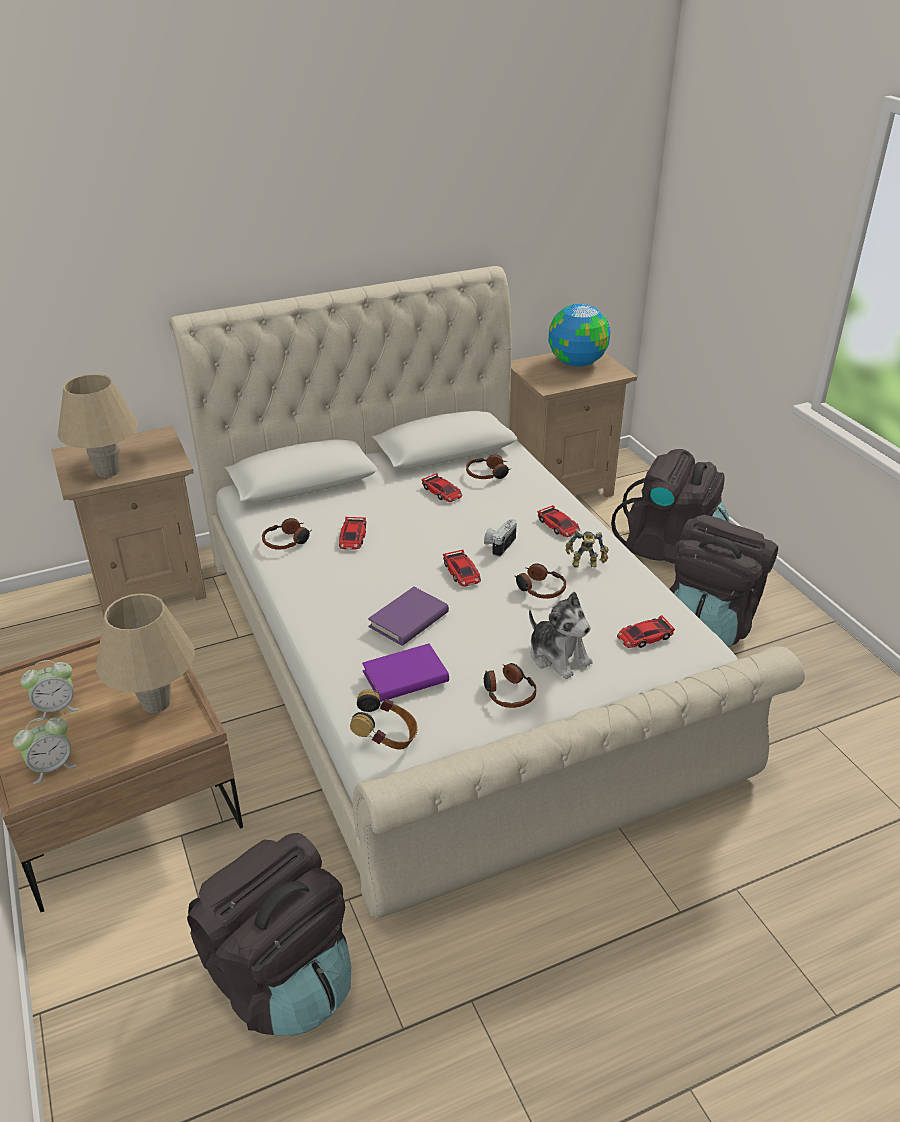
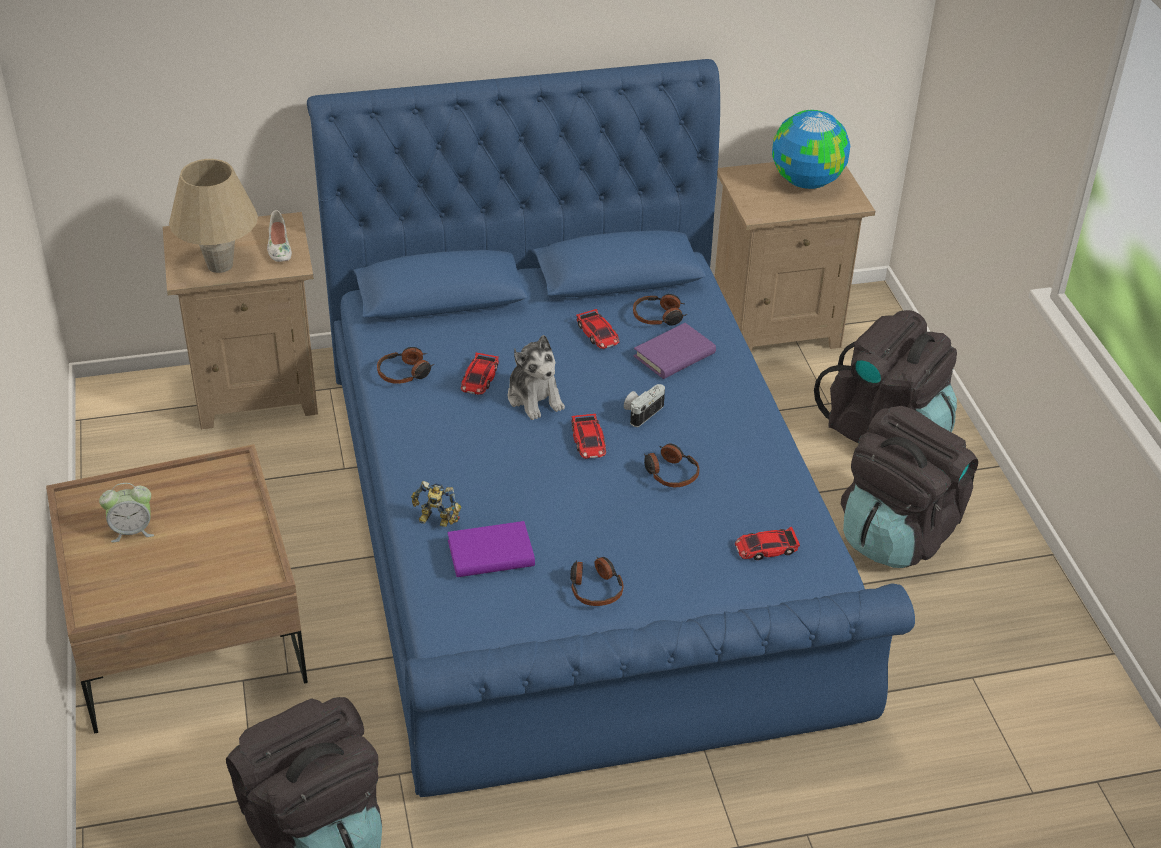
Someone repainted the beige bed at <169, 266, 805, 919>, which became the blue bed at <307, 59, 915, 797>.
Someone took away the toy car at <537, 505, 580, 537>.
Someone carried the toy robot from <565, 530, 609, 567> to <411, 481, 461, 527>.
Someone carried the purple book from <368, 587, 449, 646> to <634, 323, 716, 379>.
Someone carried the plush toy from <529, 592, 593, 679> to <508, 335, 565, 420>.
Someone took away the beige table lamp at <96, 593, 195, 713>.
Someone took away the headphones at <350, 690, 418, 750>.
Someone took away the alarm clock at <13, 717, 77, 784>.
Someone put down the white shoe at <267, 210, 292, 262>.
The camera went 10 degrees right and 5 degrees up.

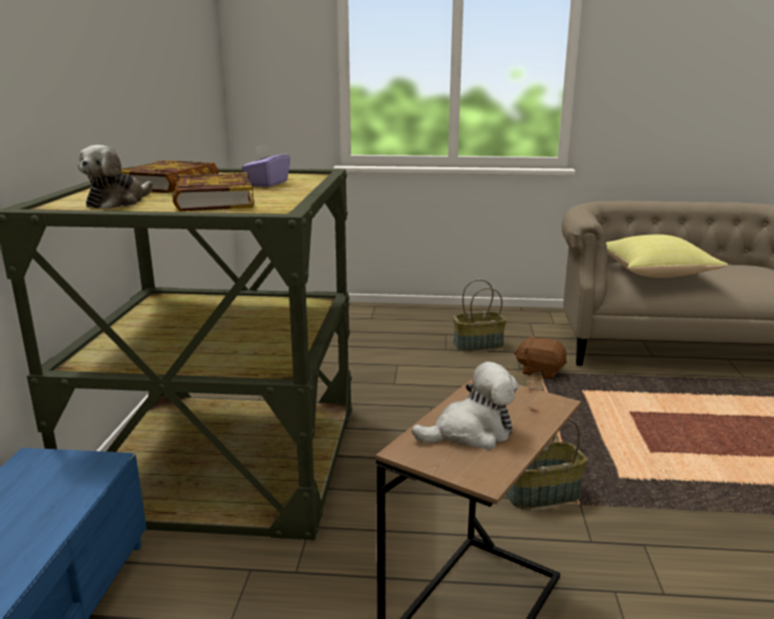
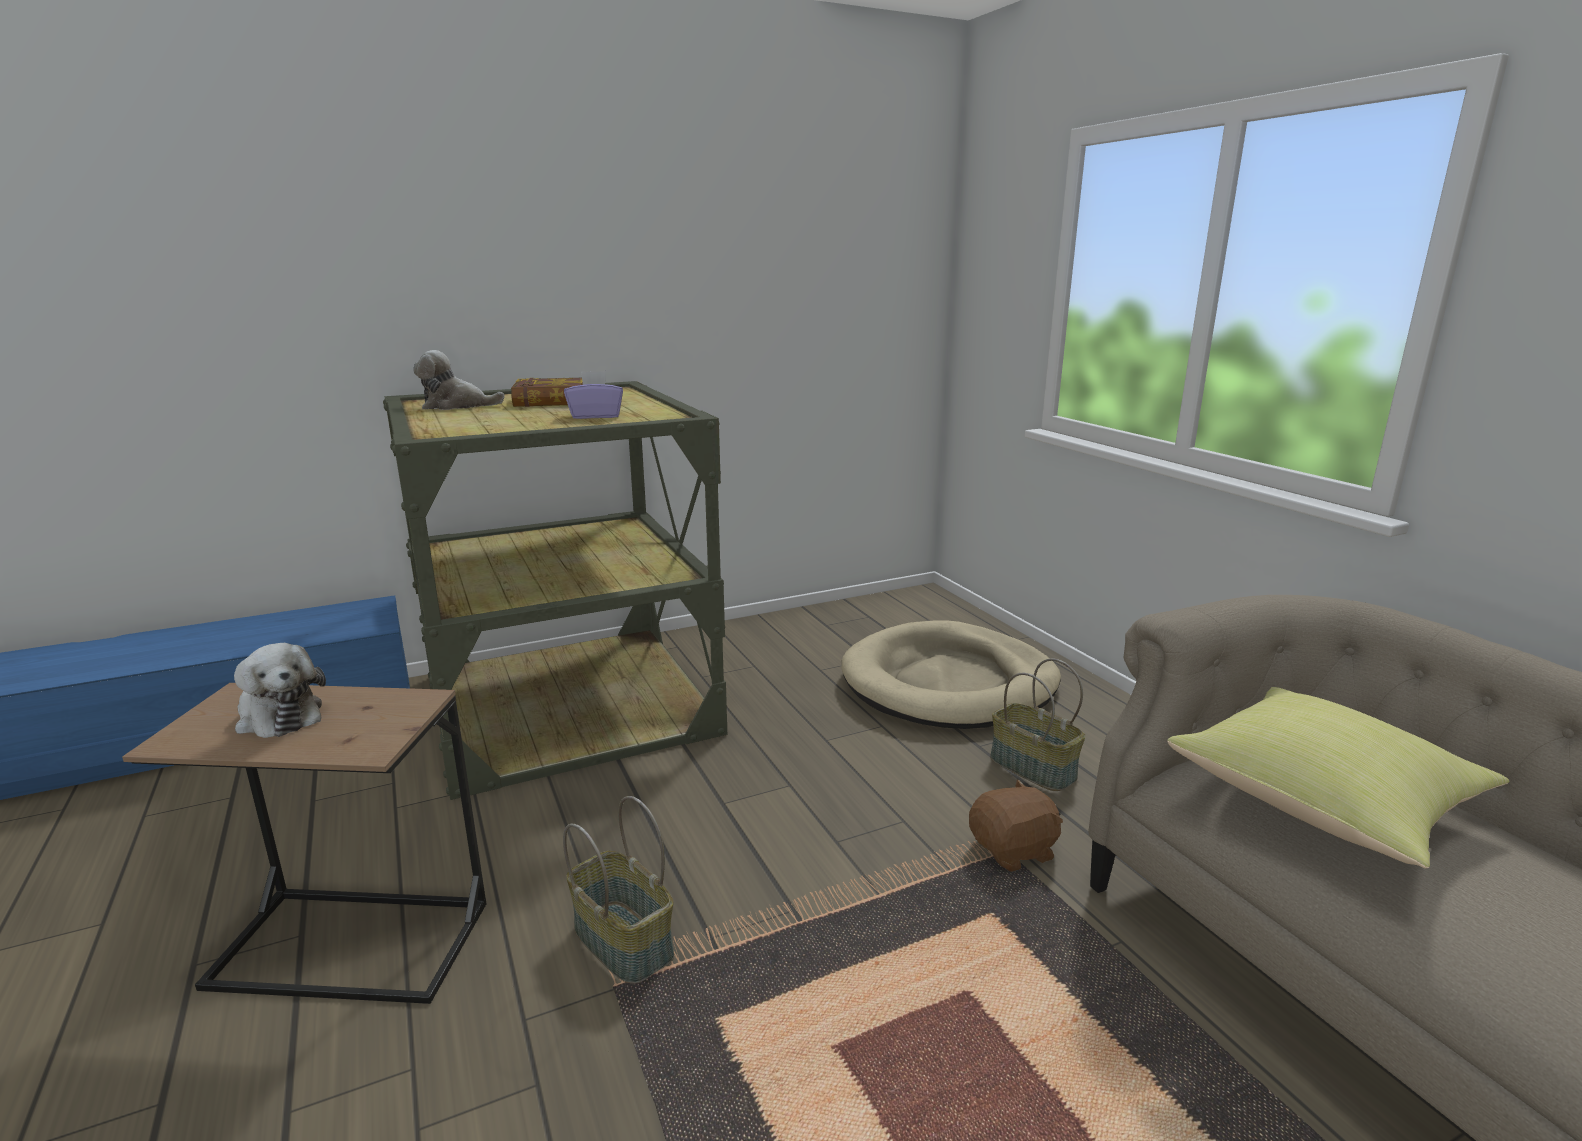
Someone took away the book at <172, 173, 254, 211>.
Someone rotated the brown plush toy at <514, 335, 567, 379> by 75 degrees clockwise.
Someone put down the beige dog bed at <841, 620, 1061, 729>.
The camera went 60 degrees right and 0 degrees up.

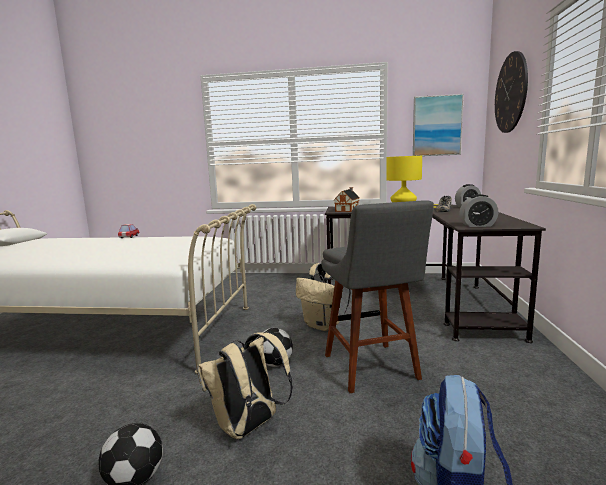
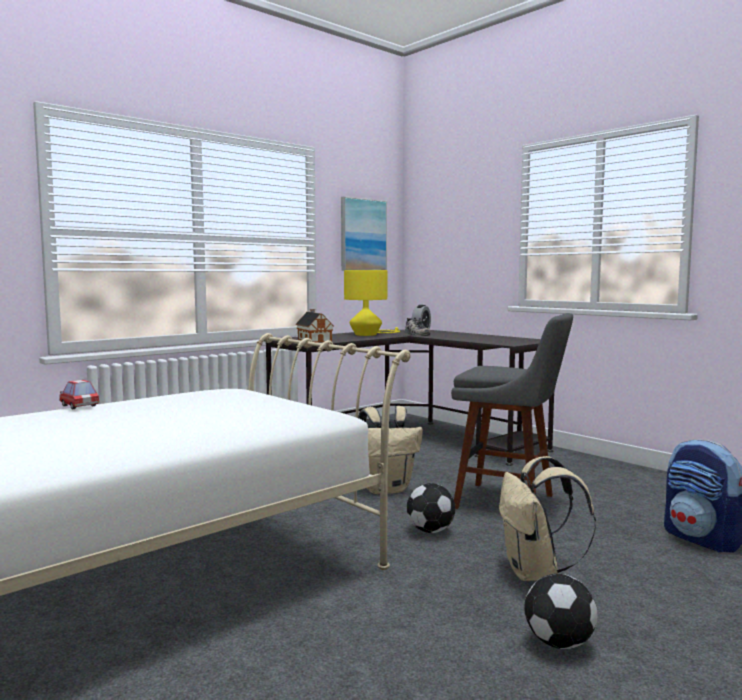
Someone took away the wall clock at <495, 51, 528, 133>.
Someone took away the alarm clock at <459, 194, 498, 227>.
The camera went 50 degrees left and 5 degrees down.

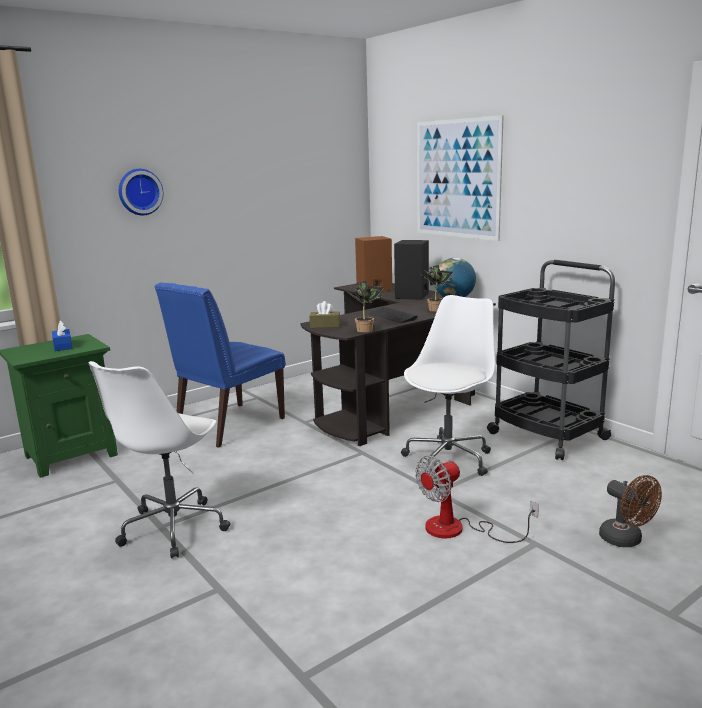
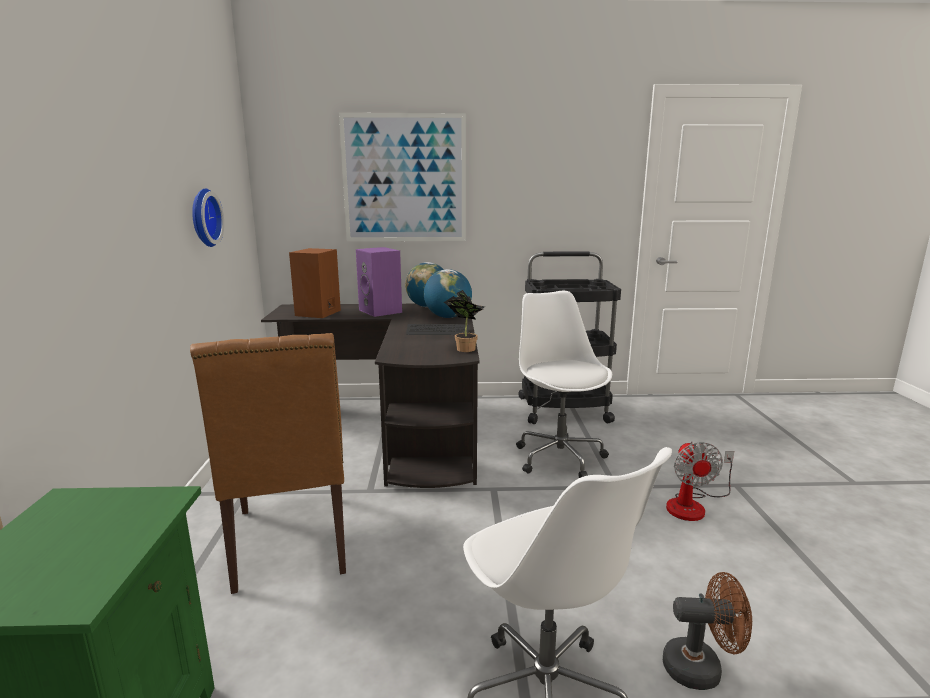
Someone carried the wall clock from <119, 169, 163, 216> to <192, 188, 224, 247>.
Someone repainted the black speaker at <394, 240, 429, 300>, which became the purple speaker at <356, 247, 402, 317>.
Someone swapped the potted plant at <421, 265, 453, 312> for the globe at <424, 269, 472, 318>.
Someone repainted the blue chair at <155, 282, 286, 448>, which became the brown chair at <190, 333, 346, 594>.
Someone took away the brown tissue box at <310, 301, 340, 328>.
Someone took away the blue tissue box at <52, 321, 73, 351>.
Someone carried the brown fan from <599, 475, 662, 547> to <663, 572, 752, 690>.
The camera went 55 degrees left and 0 degrees up.

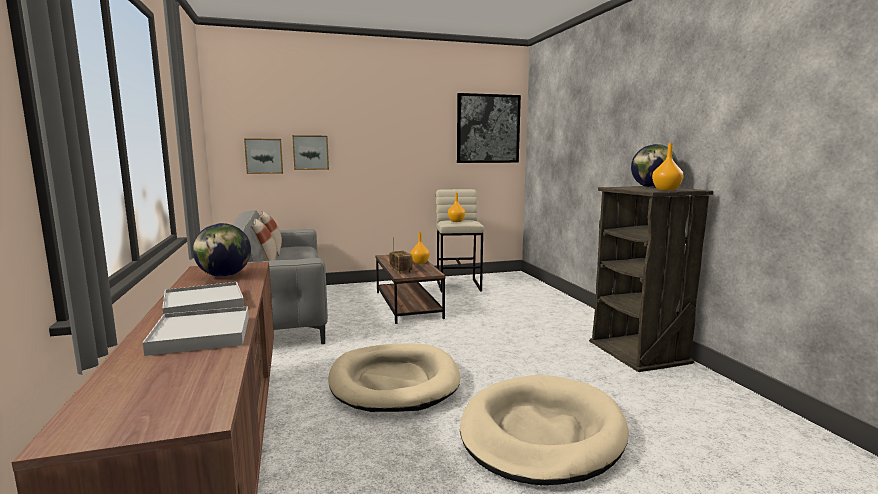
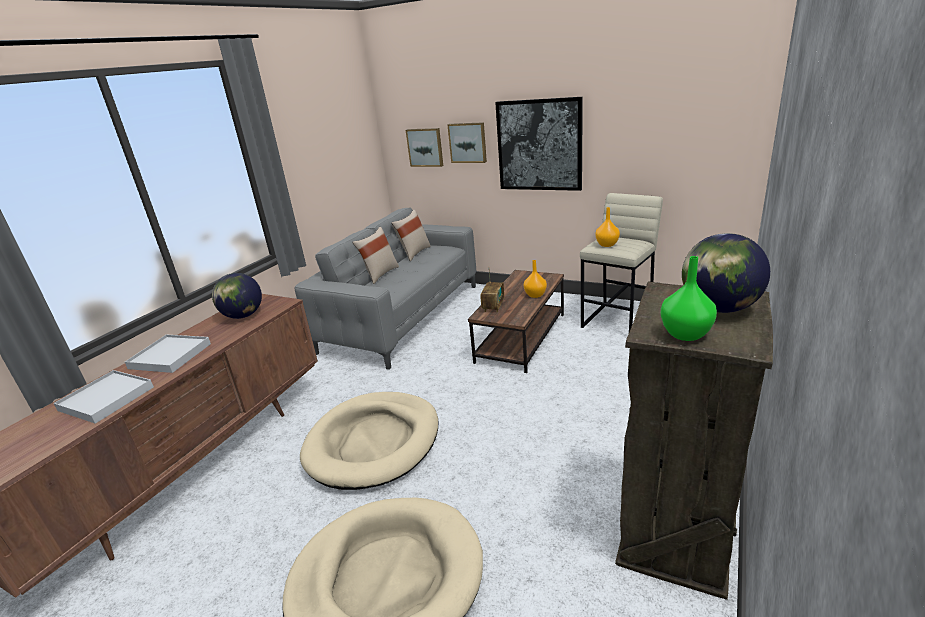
Someone carried the picture from <457, 93, 521, 163> to <495, 97, 583, 191>.
Someone repainted the orange vase at <652, 143, 684, 191>, which became the green vase at <661, 256, 717, 341>.
The camera went 45 degrees right and 15 degrees up.

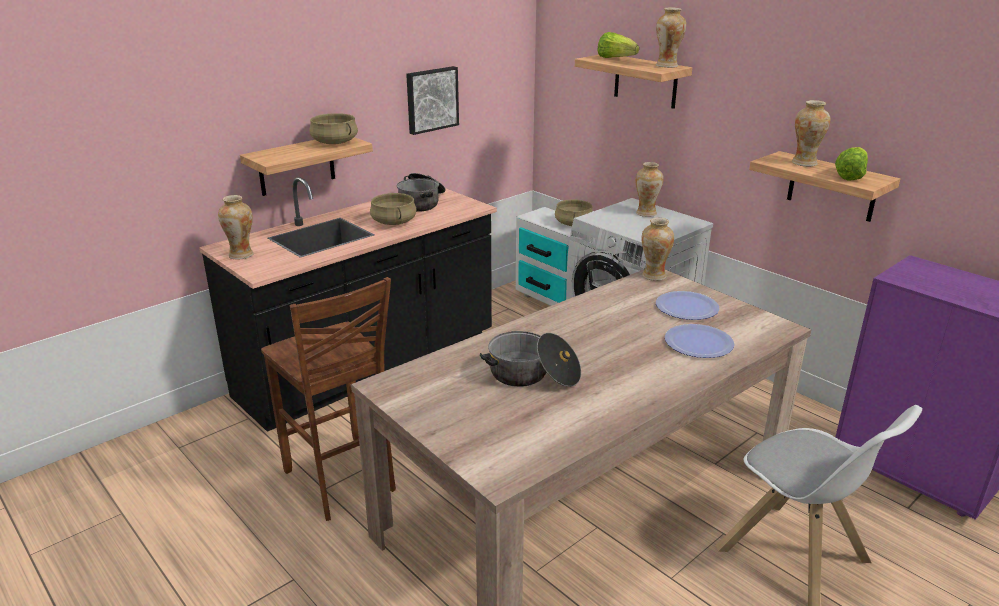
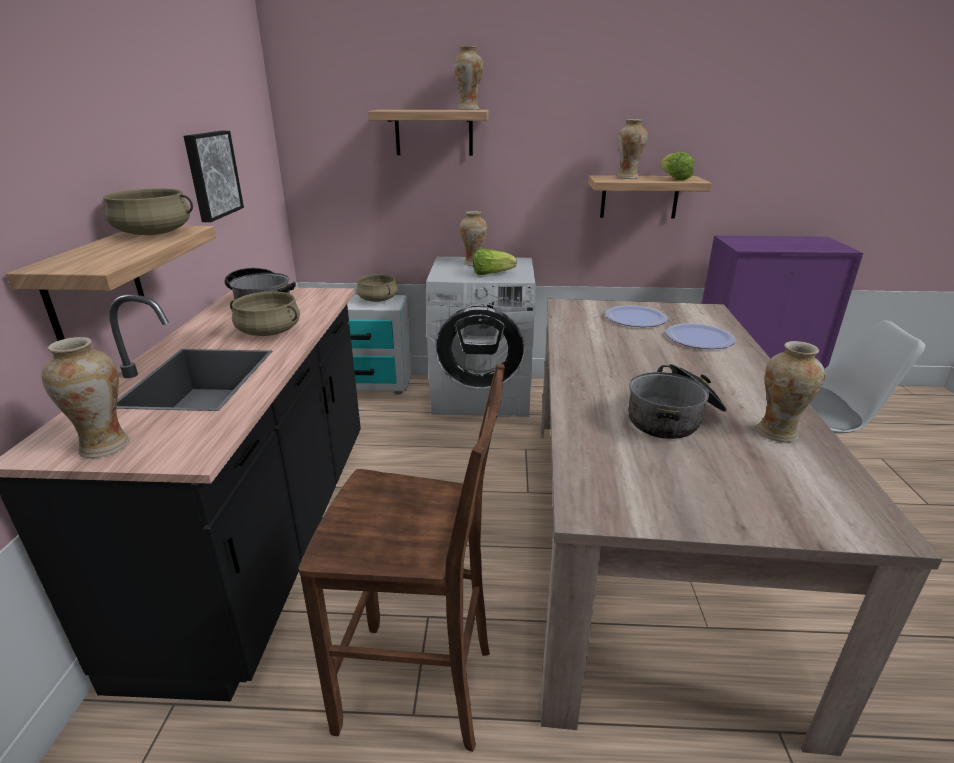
Someone carried the lettuce from <597, 32, 639, 58> to <473, 249, 517, 275>.
Someone carried the vase from <642, 218, 674, 281> to <757, 341, 825, 442>.
The camera went 45 degrees left and 0 degrees up.

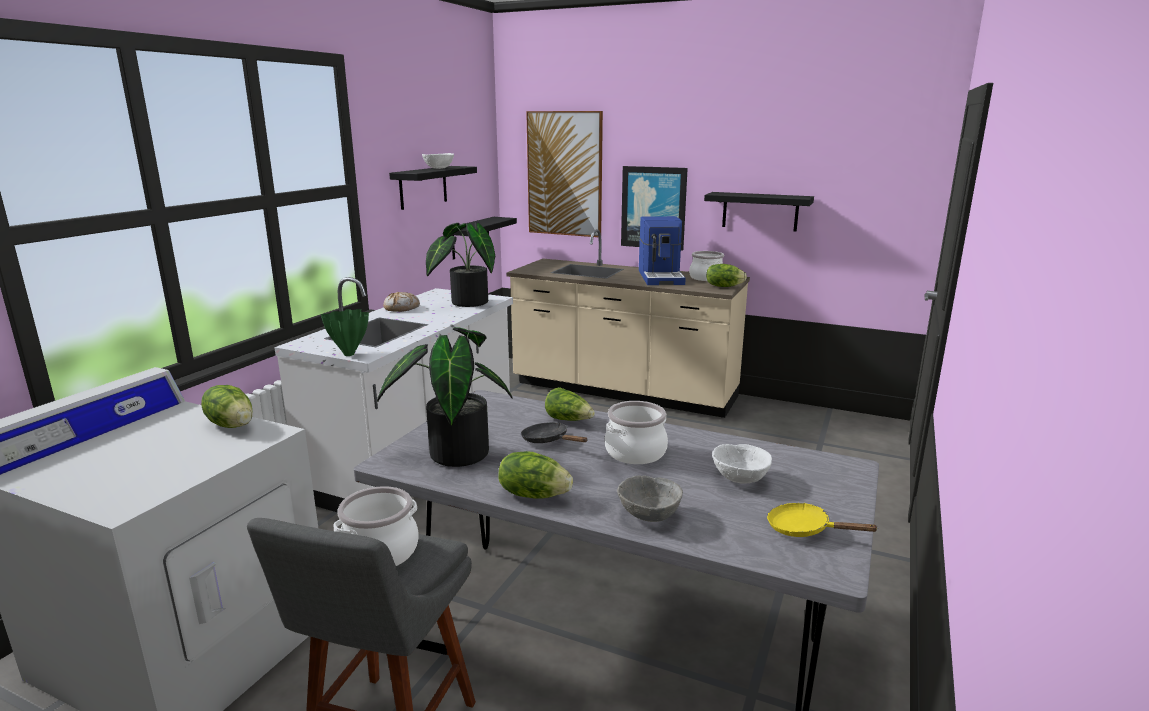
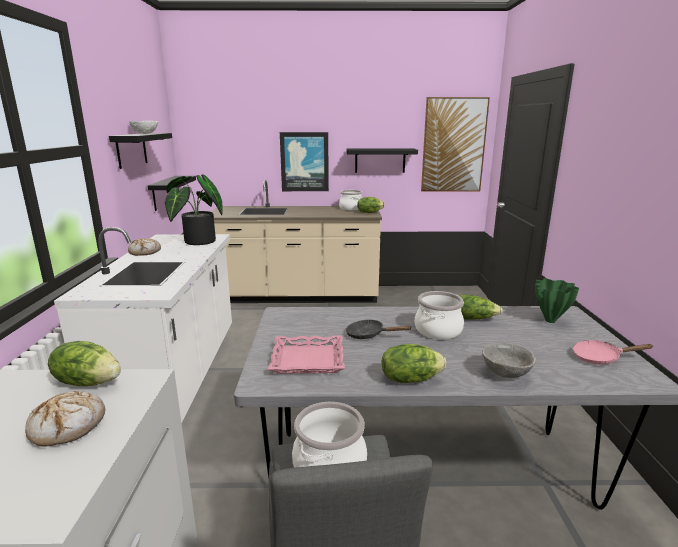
Someone carried the picture from <526, 111, 603, 237> to <421, 97, 490, 192>.
Someone took away the coffee machine at <639, 216, 686, 285>.
Someone carried the green vase from <321, 309, 369, 356> to <535, 278, 579, 323>.
Someone swapped the potted plant at <377, 327, 513, 467> for the pink tray at <268, 335, 345, 374>.
Someone carried the lettuce from <545, 387, 595, 421> to <460, 294, 503, 320>.
Someone took away the white bowl at <712, 444, 772, 484>.
Someone repainted the yellow frying pan at <767, 503, 879, 537>, which became the pink frying pan at <573, 340, 654, 364>.
Someone put down the bread at <25, 391, 105, 447>.
The camera went 25 degrees left and 0 degrees up.

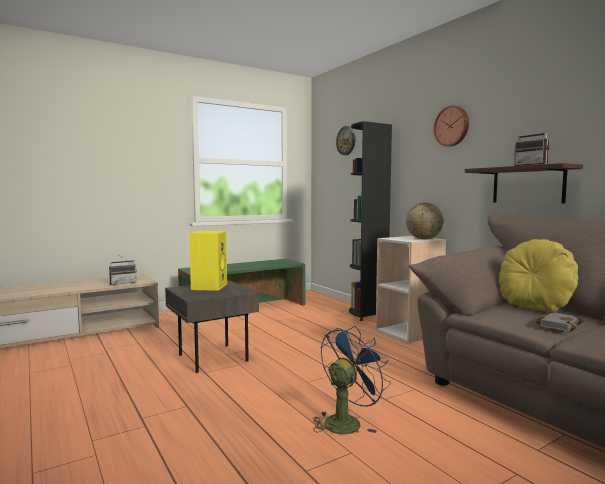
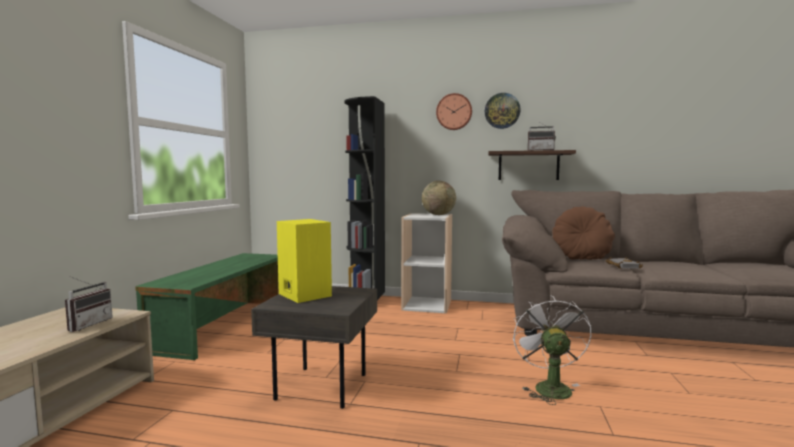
Someone carried the wall clock from <336, 126, 356, 155> to <485, 93, 521, 129>.
Someone repainted the yellow pillow at <499, 239, 578, 312>, which became the brown pillow at <553, 207, 615, 260>.
Someone repainted the blue fan at <313, 326, 391, 434>, which became the white fan at <513, 295, 591, 405>.
The camera went 45 degrees left and 0 degrees up.

